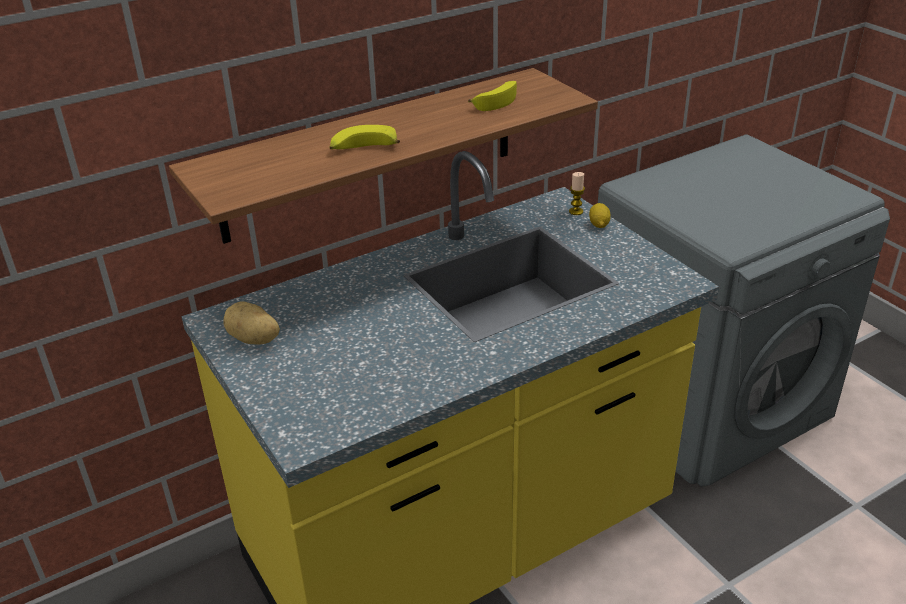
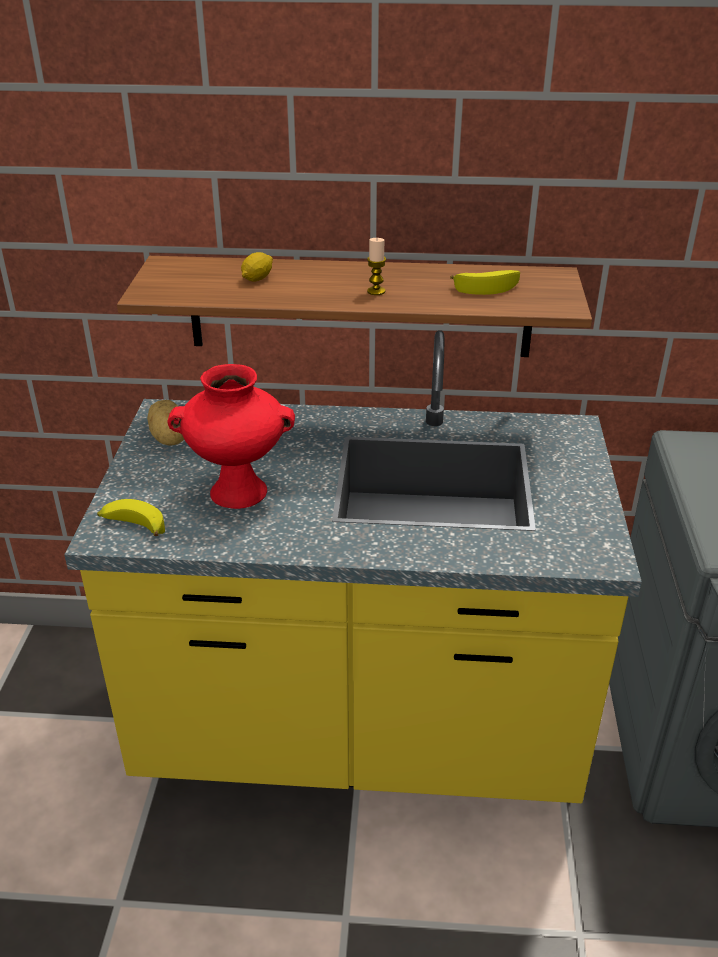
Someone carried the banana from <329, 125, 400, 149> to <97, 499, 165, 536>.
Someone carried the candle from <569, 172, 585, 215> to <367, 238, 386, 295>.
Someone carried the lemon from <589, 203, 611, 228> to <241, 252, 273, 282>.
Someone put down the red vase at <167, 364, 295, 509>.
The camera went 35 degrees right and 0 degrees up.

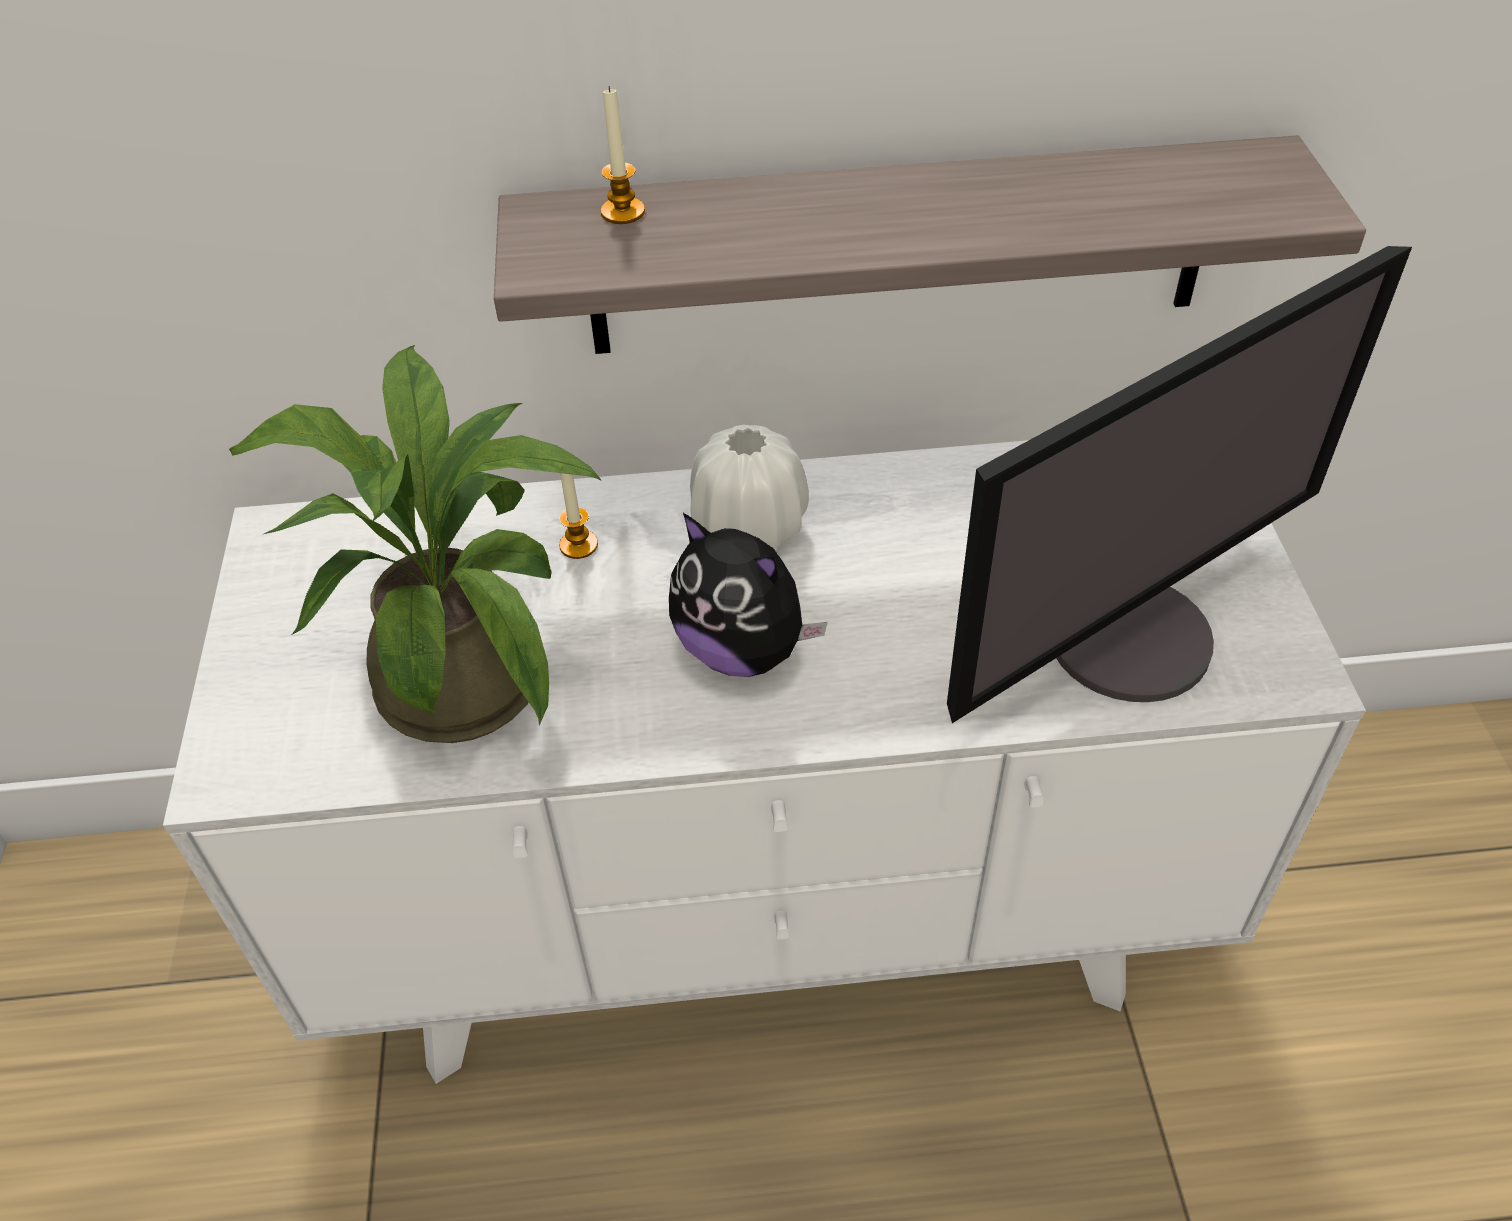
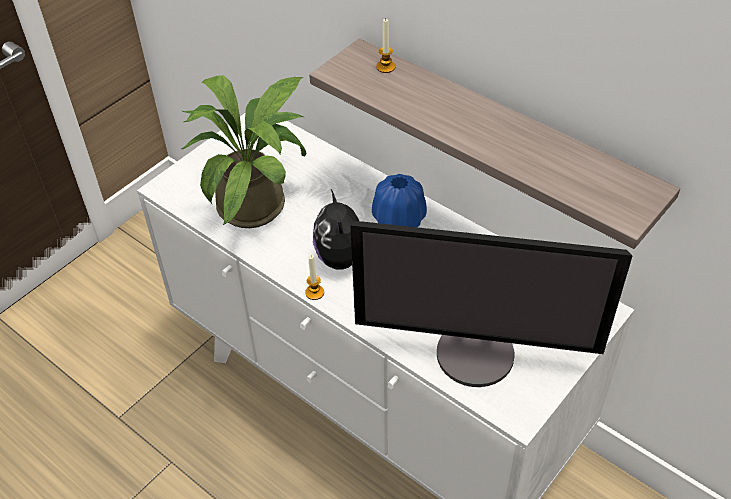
Someone repainted the white vase at <690, 425, 809, 548>, which became the blue vase at <372, 174, 427, 227>.
Someone carried the candle from <559, 473, 598, 559> to <305, 255, 324, 300>.
The camera went 45 degrees right and 0 degrees up.

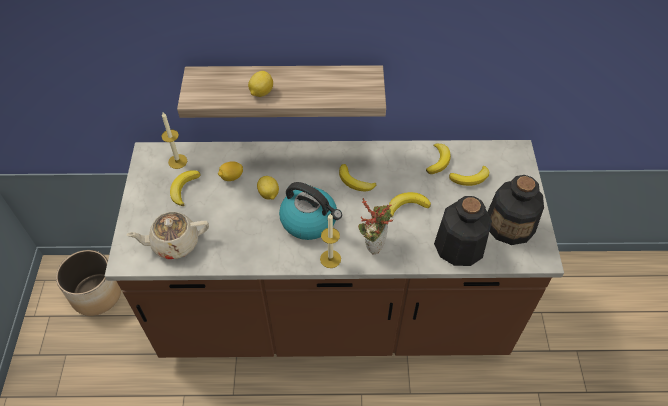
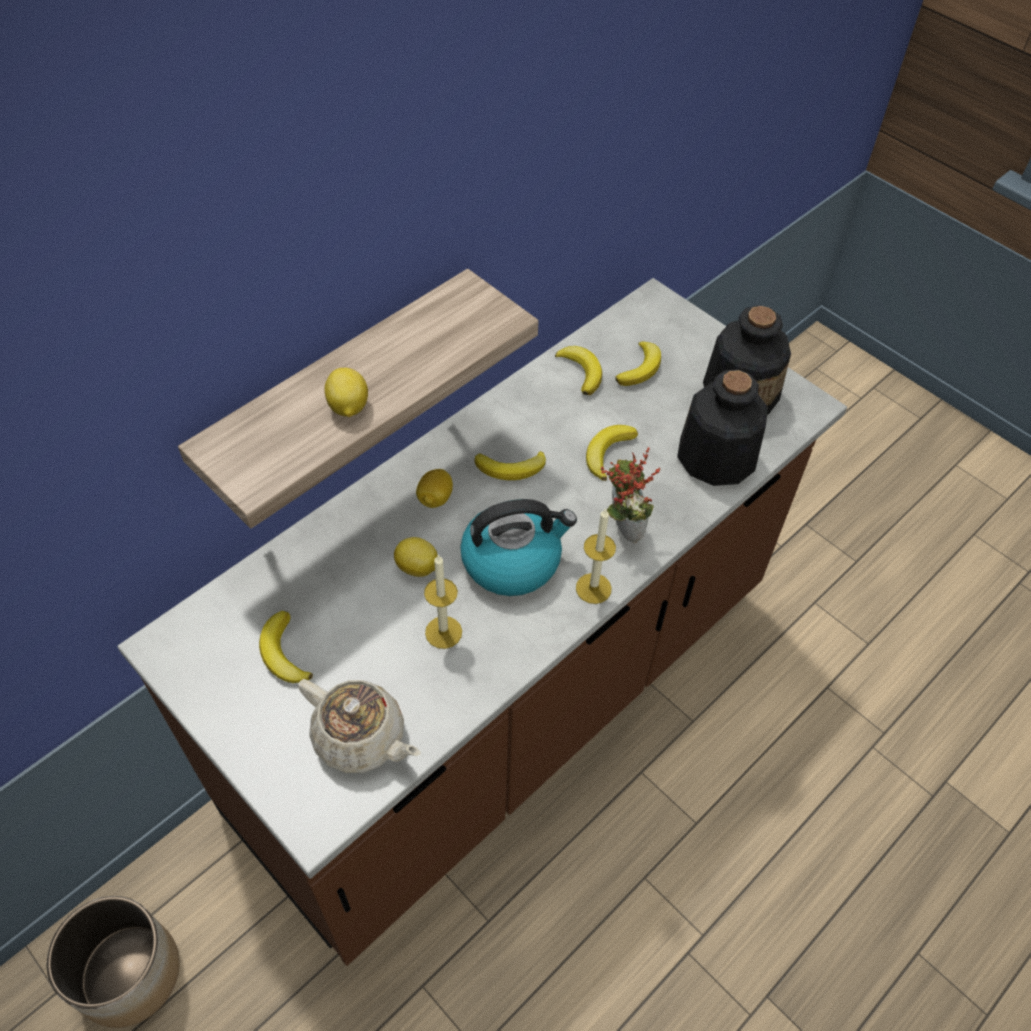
Someone carried the candle from <161, 112, 187, 169> to <424, 554, 462, 649>.
Someone carried the lemon from <218, 161, 243, 181> to <416, 469, 453, 508>.
Someone rotated the beige teapot at <126, 212, 209, 259> by 90 degrees counterclockwise.
The camera went 45 degrees left and 0 degrees up.

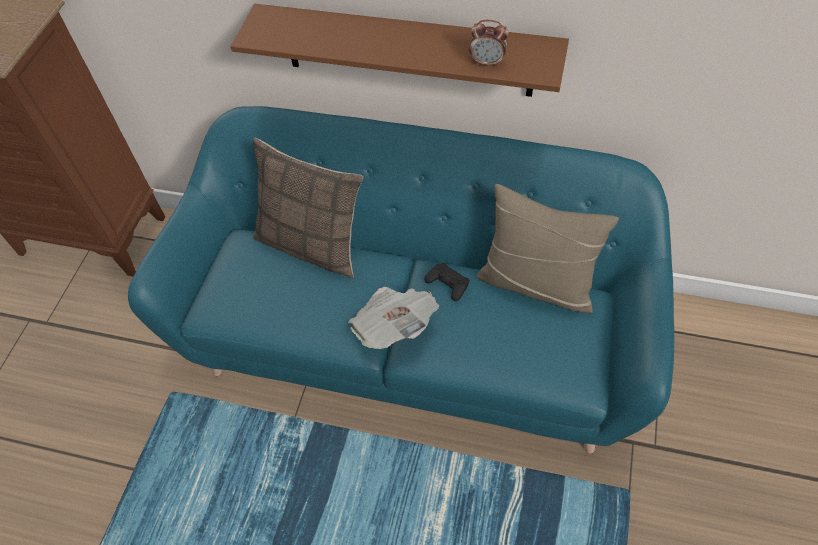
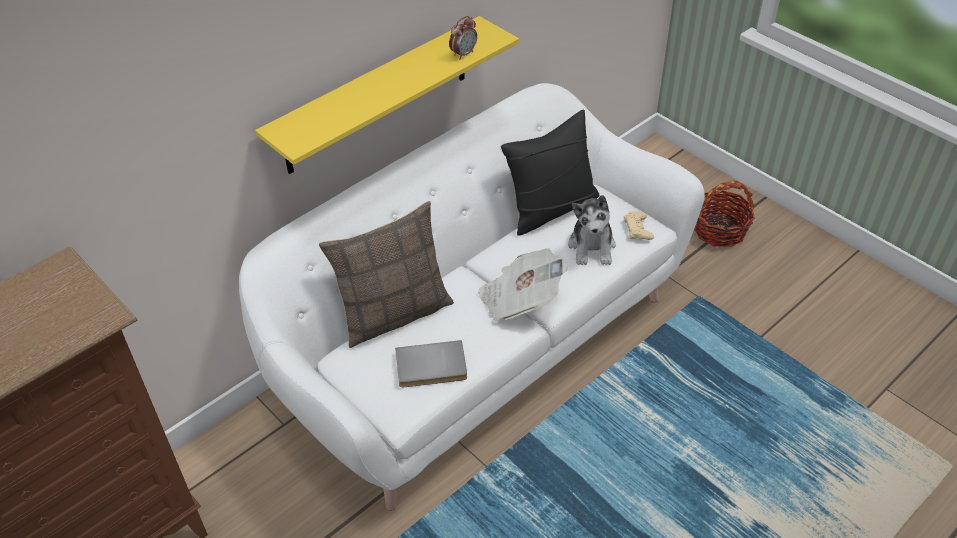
Someone repainted the brown shelf at <230, 4, 569, 97>, which became the yellow shelf at <255, 16, 519, 174>.
Someone repainted the turquoise sofa at <128, 106, 674, 454>, which became the white sofa at <239, 83, 705, 511>.
Someone repainted the beige pillow at <476, 184, 619, 314>, which became the black pillow at <501, 110, 600, 236>.
Someone took away the black game controller at <424, 263, 470, 301>.
Someone put down the basket at <694, 181, 755, 247>.
Someone put down the plush toy at <568, 195, 616, 265>.
Someone put down the beige game controller at <624, 211, 654, 240>.
Someone put down the grey book at <395, 340, 467, 387>.
The camera went 60 degrees left and 10 degrees down.

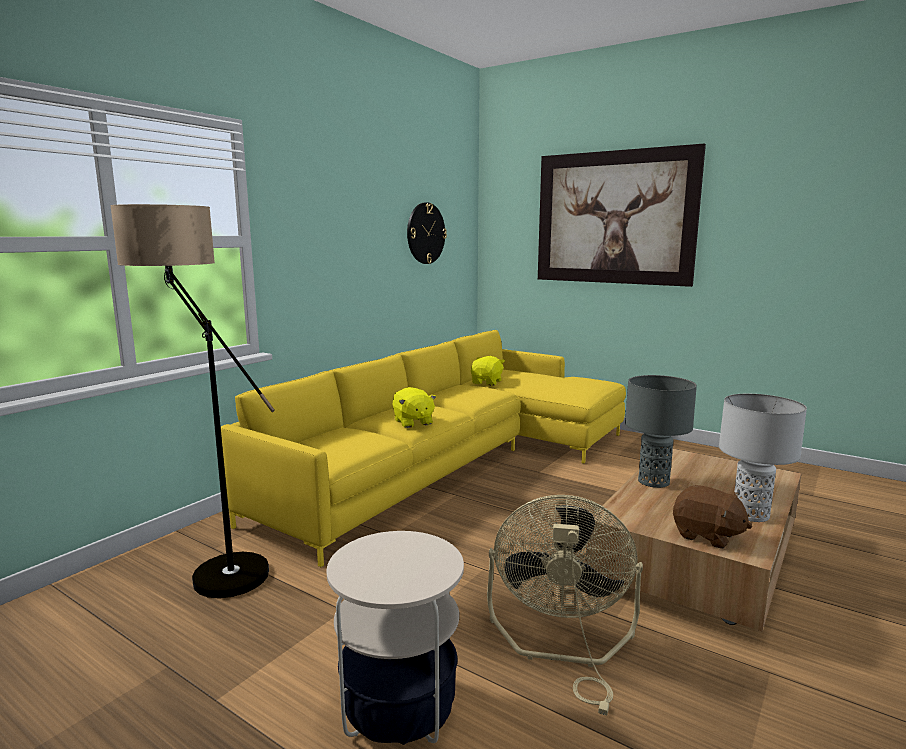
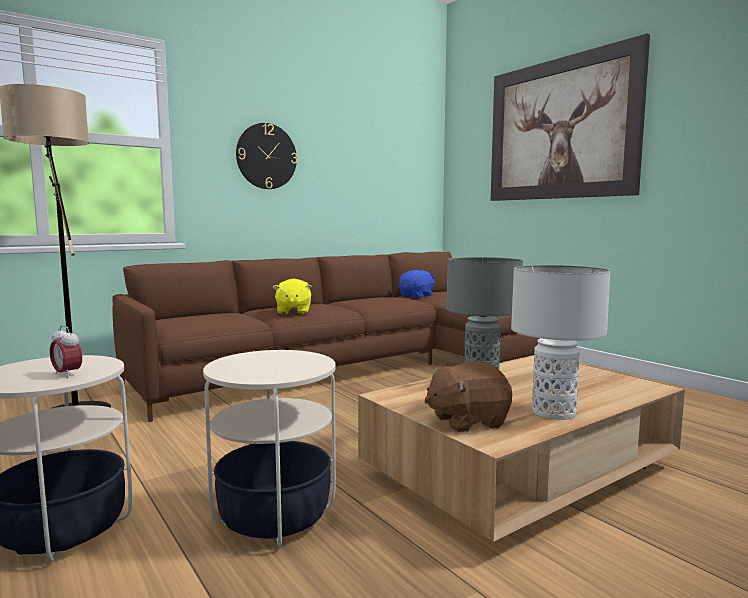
Someone carried the wall clock from <407, 202, 447, 264> to <236, 123, 297, 189>.
Someone repainted the yellow sofa at <221, 330, 626, 567>, which became the brown sofa at <113, 252, 540, 422>.
Someone repainted the yellow plush toy at <471, 356, 505, 386>, which became the blue plush toy at <399, 270, 436, 298>.
Someone rotated the brown plush toy at <673, 485, 752, 549> by 105 degrees clockwise.
Someone swapped the beige fan at <487, 495, 643, 716> for the beige side table at <203, 350, 336, 547>.
Someone put down the alarm clock at <50, 325, 82, 378>.
The camera went 20 degrees right and 5 degrees down.

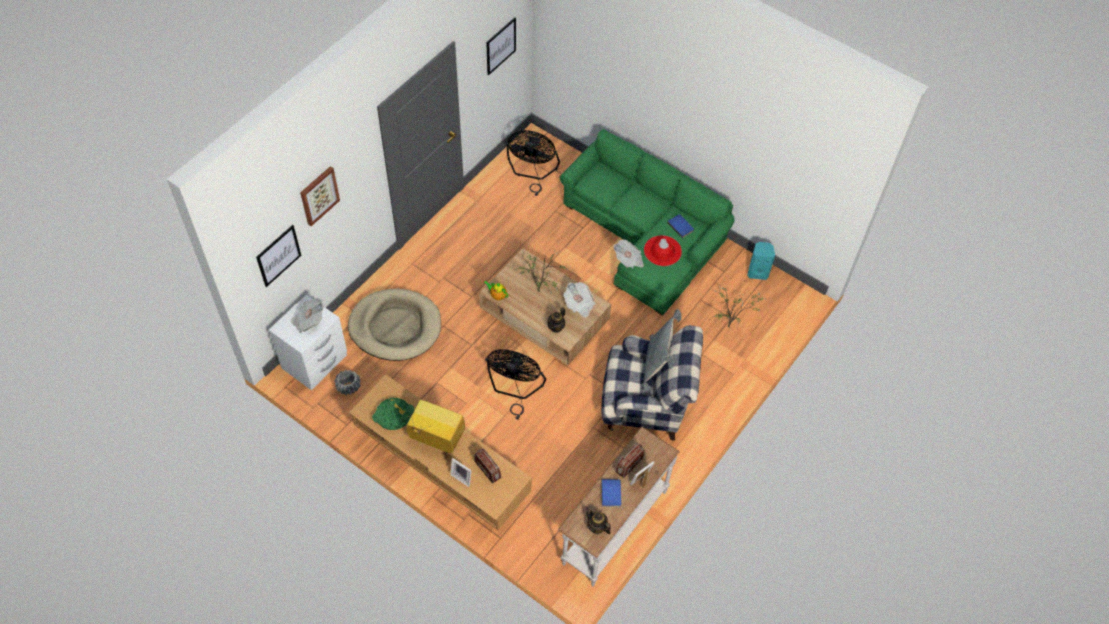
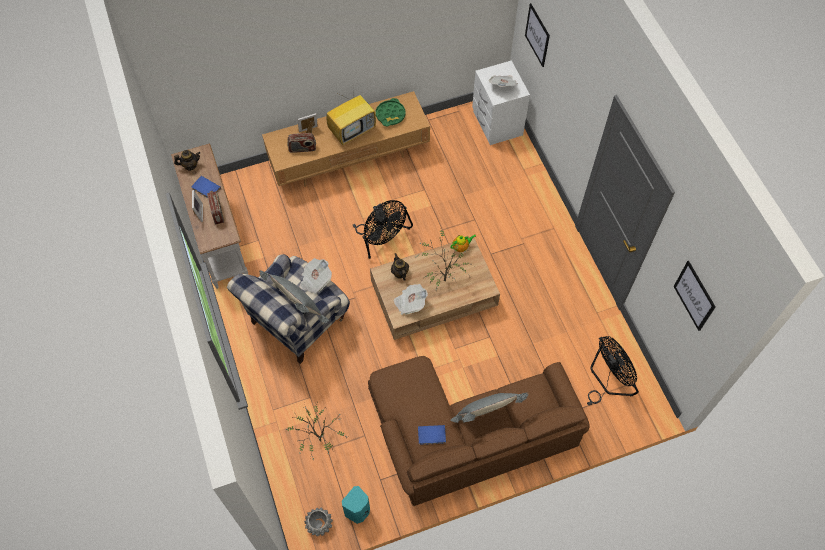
Someone repainted the green sofa at <559, 129, 735, 316>, which became the brown sofa at <368, 356, 589, 506>.
Someone rotated the black fan at <506, 130, 560, 196> by 75 degrees counterclockwise.
Someone took away the picture at <300, 166, 340, 226>.
Someone took away the red hat at <644, 235, 682, 266>.
Someone carried the newspaper from <614, 240, 644, 268> to <299, 259, 332, 294>.
Someone took away the beige dog bed at <348, 288, 441, 361>.
Someone carried the grey planter from <335, 370, 361, 395> to <304, 508, 333, 536>.
Someone put down the grey pillow at <451, 392, 528, 423>.
The camera went 125 degrees right and 5 degrees up.

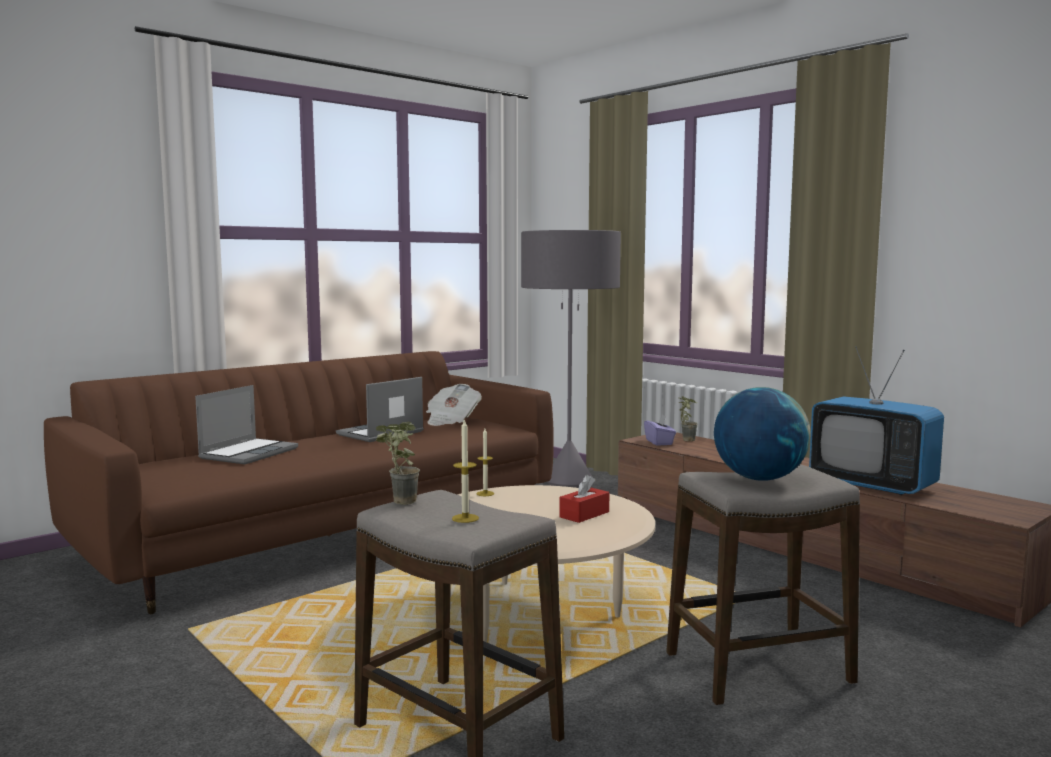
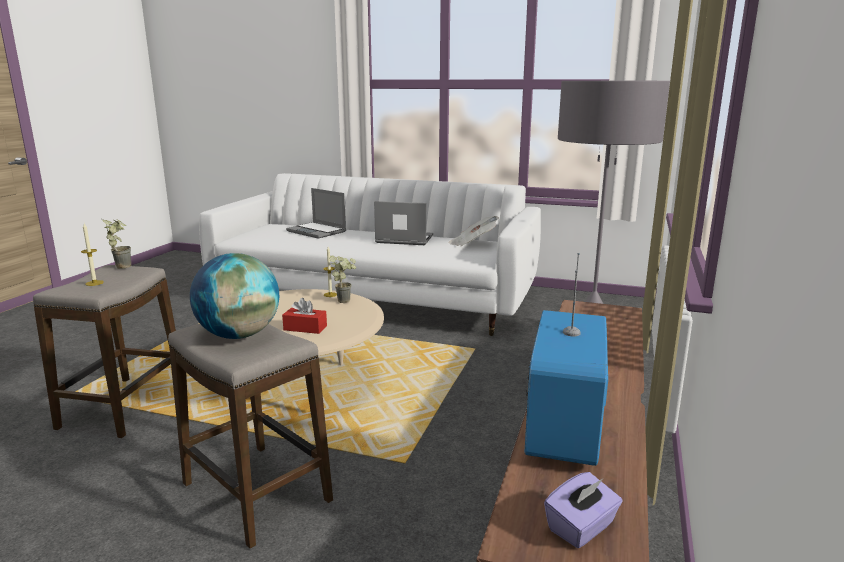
Someone repainted the brown sofa at <44, 351, 554, 614>, which became the white sofa at <199, 173, 541, 336>.
Someone rotated the laptop at <195, 385, 298, 464> by 45 degrees clockwise.
Someone carried the potted plant from <679, 396, 698, 441> to <329, 255, 356, 303>.
Someone carried the purple tissue box from <644, 415, 676, 446> to <544, 472, 623, 548>.
The camera went 60 degrees right and 10 degrees up.

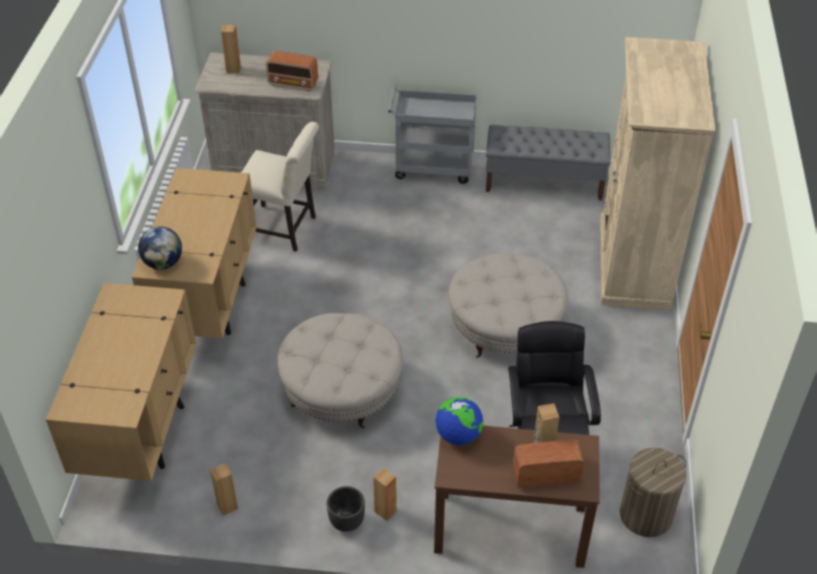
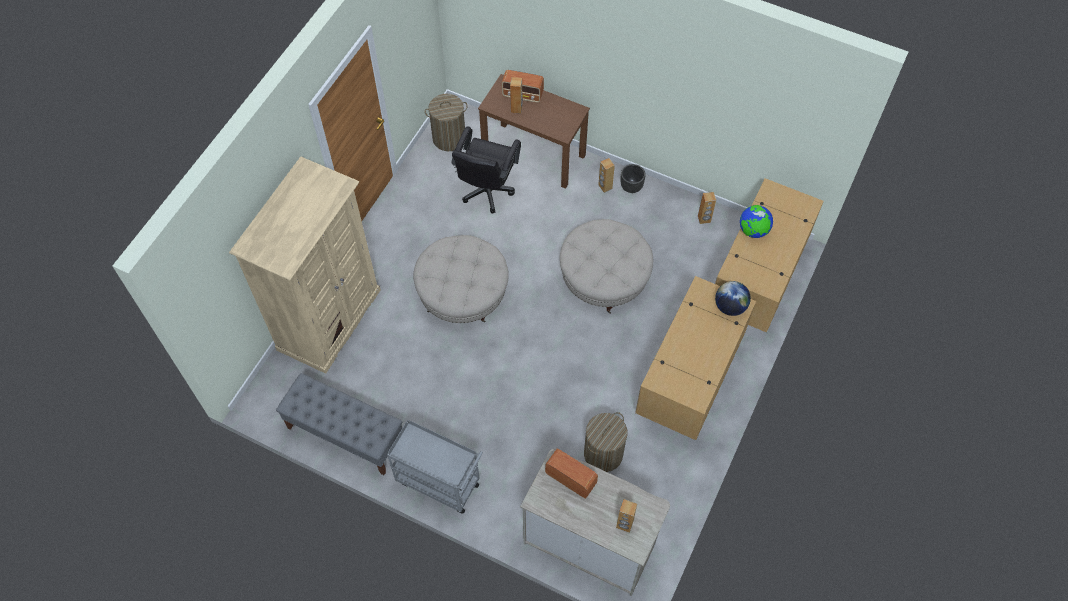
Someone swapped the beige chair at <241, 122, 319, 252> for the laundry basket at <584, 412, 628, 472>.
Someone carried the globe from <435, 397, 484, 445> to <740, 205, 773, 238>.
The camera went 160 degrees left and 15 degrees up.

